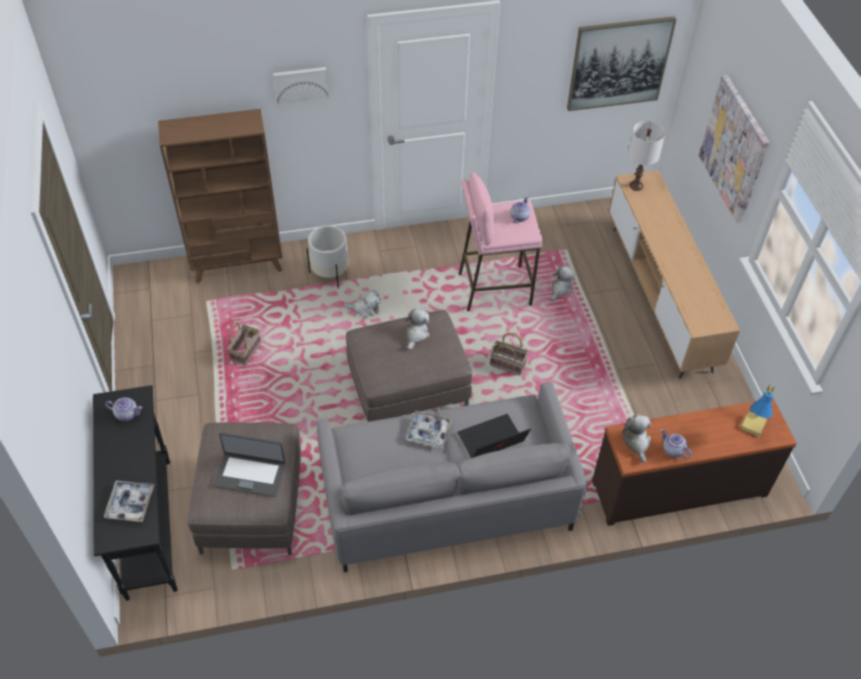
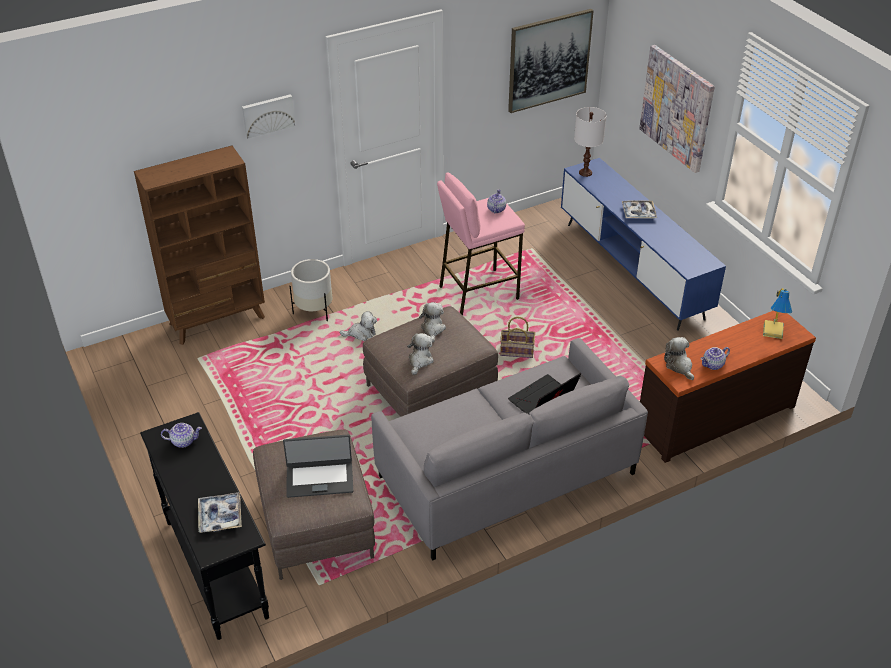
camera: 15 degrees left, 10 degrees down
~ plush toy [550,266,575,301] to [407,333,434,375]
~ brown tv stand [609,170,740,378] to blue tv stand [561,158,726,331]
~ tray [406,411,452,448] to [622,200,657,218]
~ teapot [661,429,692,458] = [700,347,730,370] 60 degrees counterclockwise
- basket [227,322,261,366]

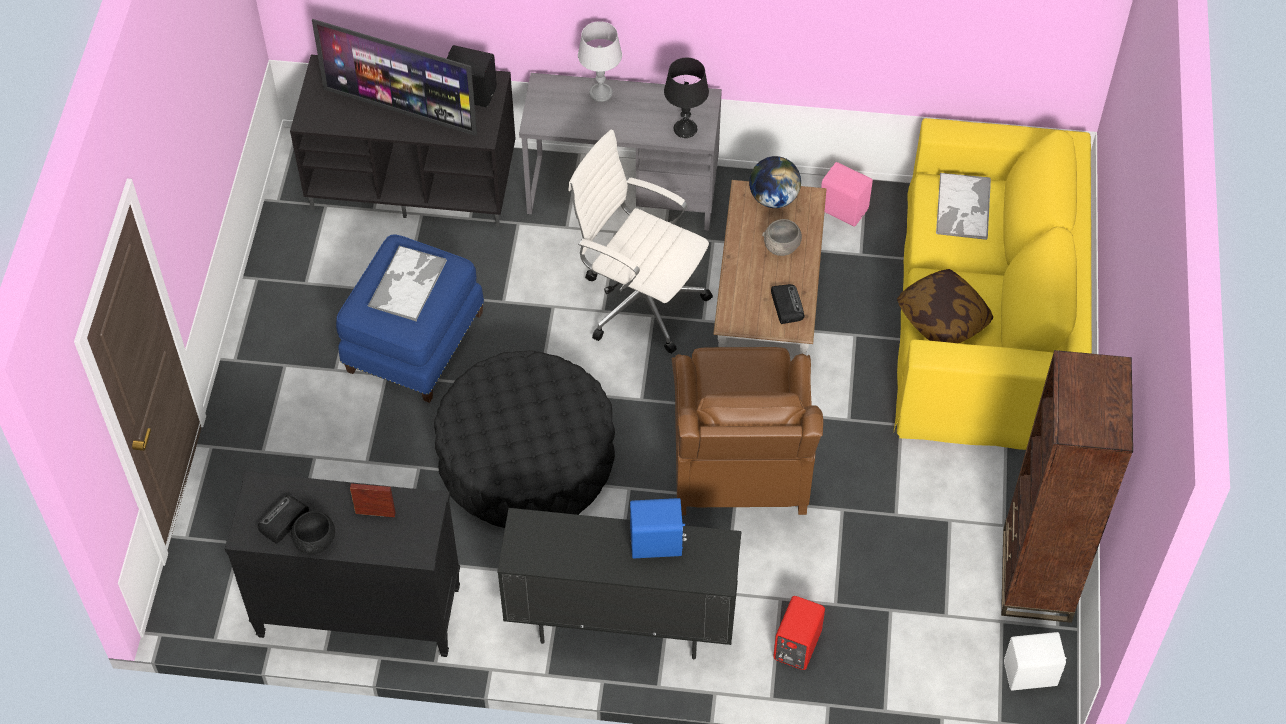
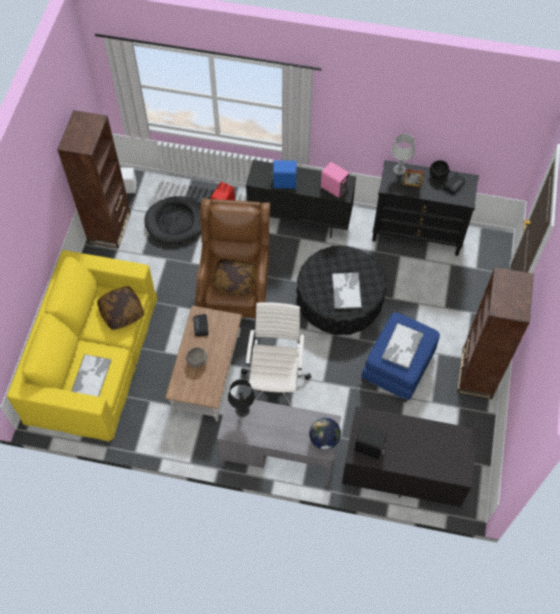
camera: 175 degrees left, 5 degrees up
+ black dog bed [144,196,201,245]
+ pillow [211,259,257,296]
~ white office chair [568,130,713,354] = [241,302,311,407] 120 degrees counterclockwise
~ globe [749,156,801,208] to [309,418,341,449]
~ pink speaker [821,162,873,227] to [321,162,350,198]
+ tray [332,272,362,309]
~ grey table lamp [578,21,622,102] to [391,134,415,175]
+ brown bookcase [457,267,534,399]
- television [312,19,477,136]

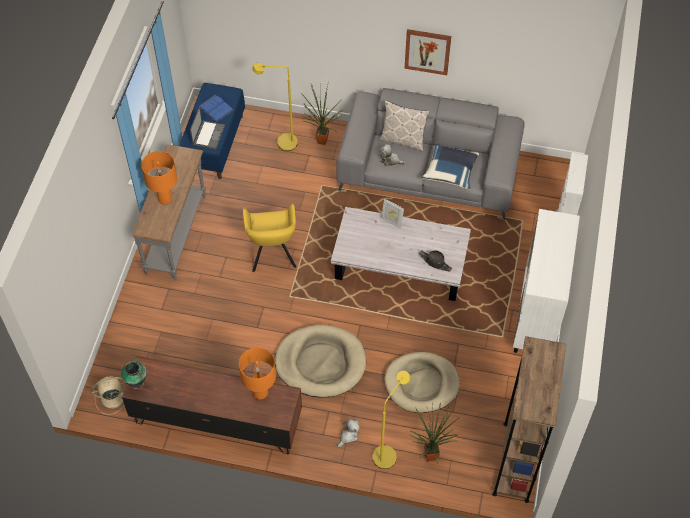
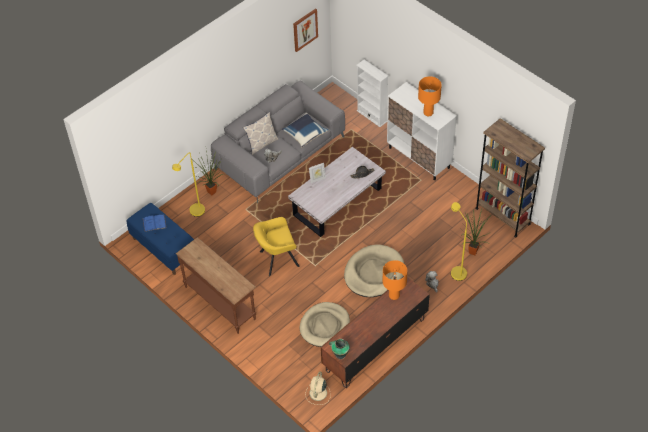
camera: 55 degrees left, 5 degrees down
~ grey console table [132,144,206,281] to brown console table [176,237,256,334]
~ yellow armchair [243,204,297,272] = [253,217,300,276] 135 degrees clockwise
~ picture [404,29,451,75] to [293,8,318,52]
~ beige dog bed [384,352,460,413] to [300,302,350,347]
~ orange table lamp [141,151,177,205] to [418,76,442,116]
- laptop [190,106,225,149]

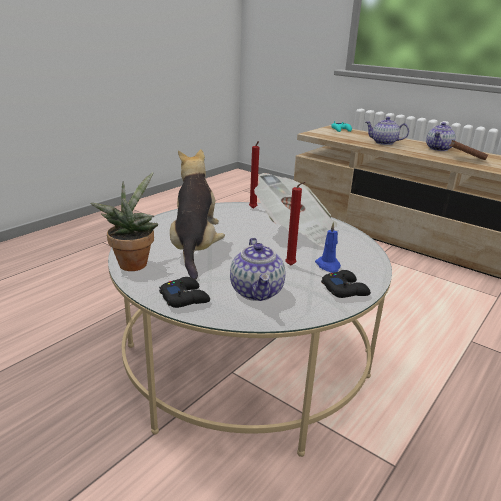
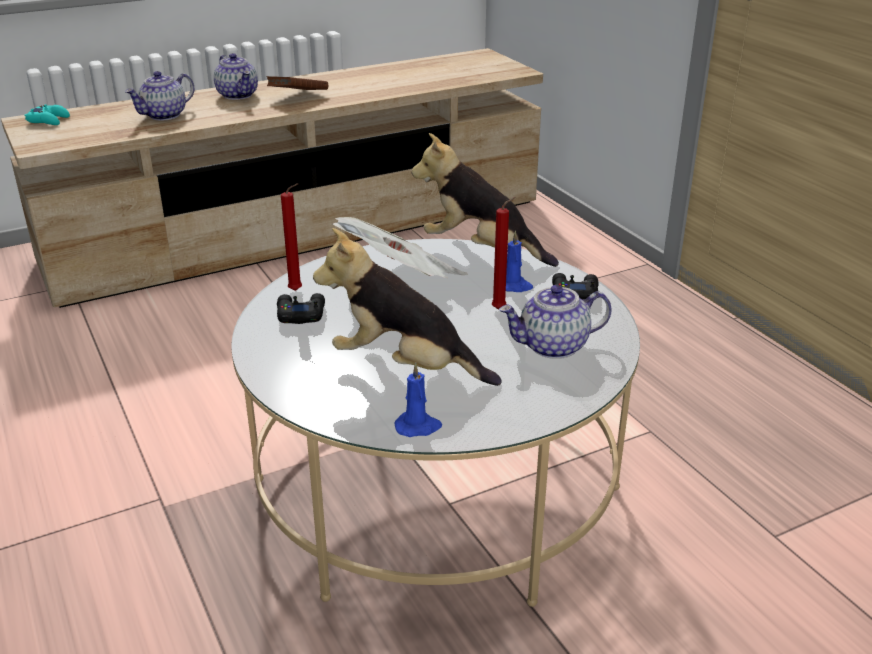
camera: 65 degrees left, 5 degrees up
~ black game controller [159,277,210,308] to [277,293,325,324]
~ potted plant [90,172,158,271] to blue candle [394,363,442,437]
+ plush toy [411,133,559,267]
~ teapot [230,238,285,301] = [499,285,612,359] 150 degrees clockwise

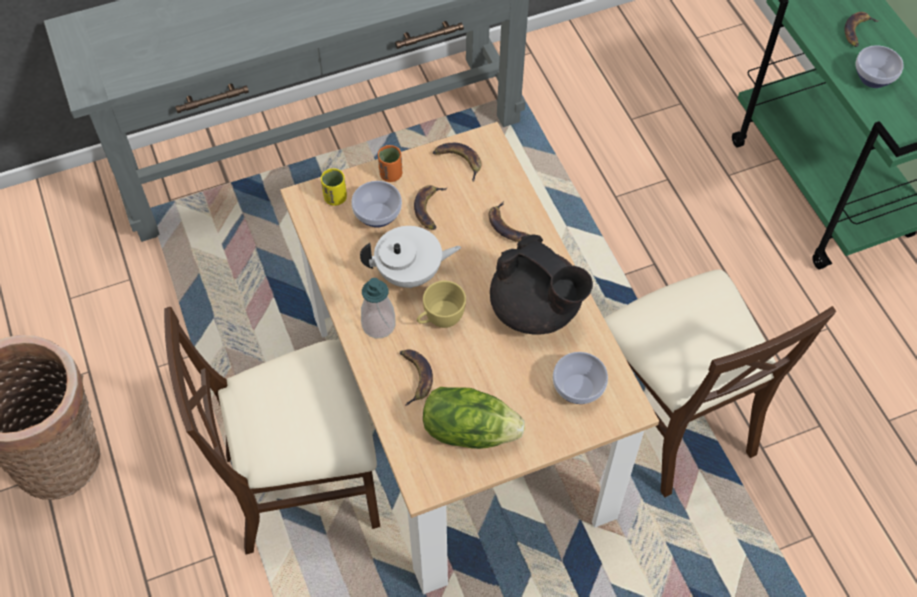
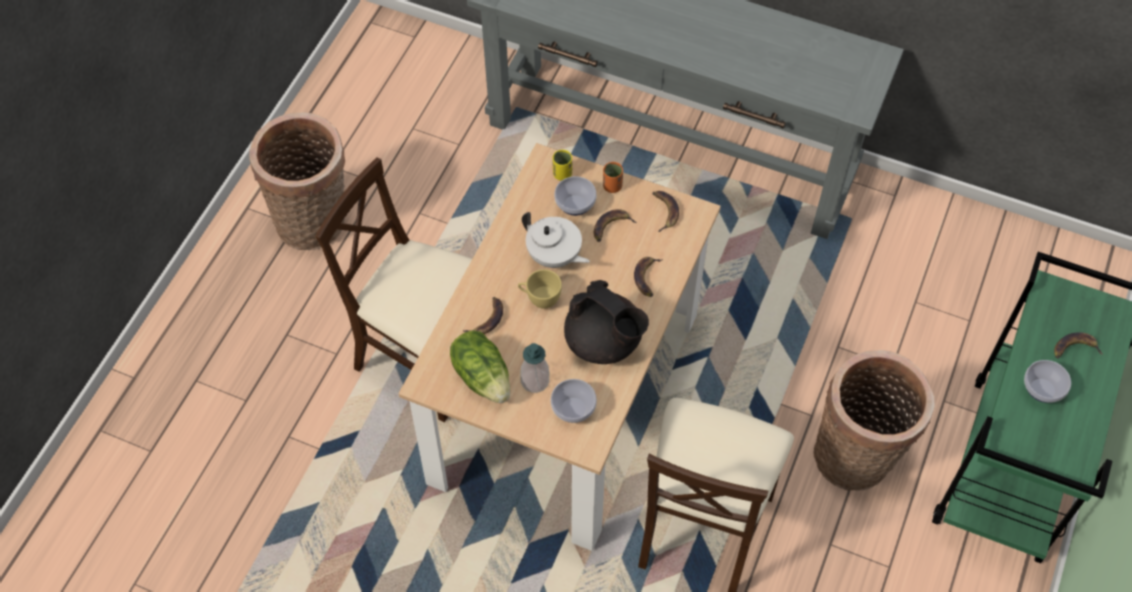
camera: 45 degrees right, 0 degrees up
~ soap dispenser [361,278,396,338] to [520,343,550,393]
~ black teapot [490,234,593,335] = [564,280,649,364] 45 degrees counterclockwise
+ basket [813,350,935,491]

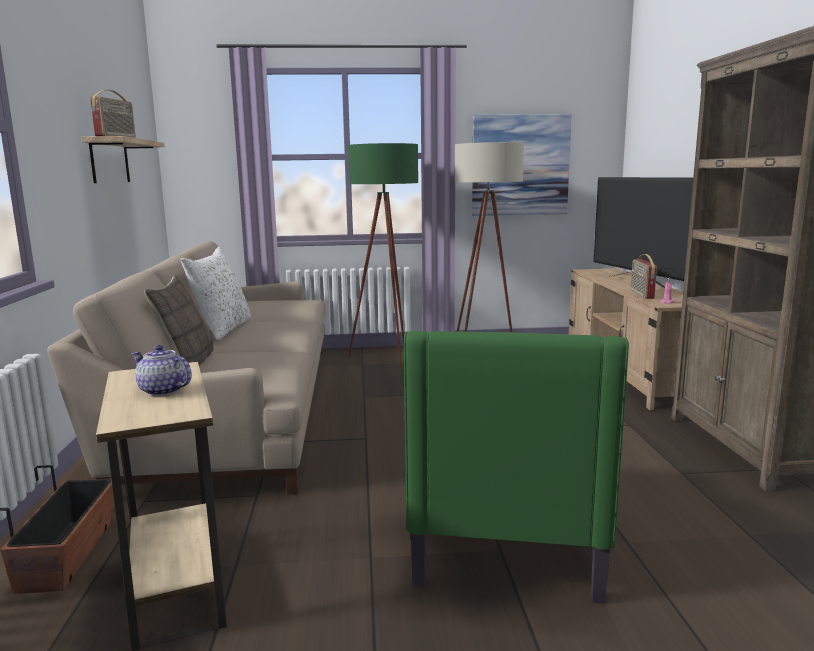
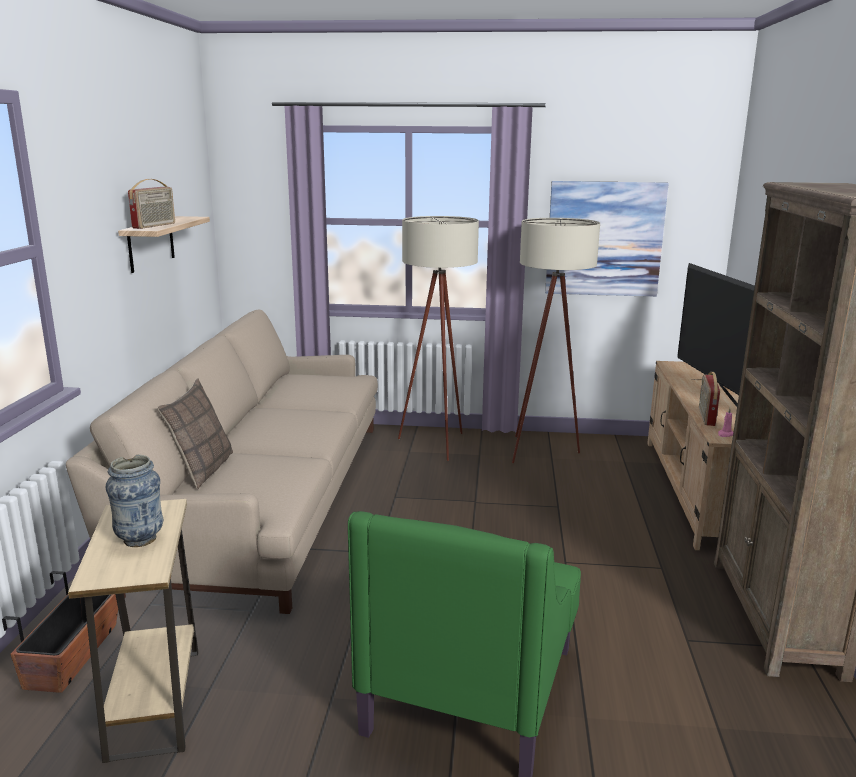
camera: 10 degrees right, 5 degrees up
~ teapot [132,345,192,396] to vase [106,455,164,547]
~ green floor lamp [348,143,418,368] to beige floor lamp [398,216,479,461]
- white pillow [181,247,251,340]

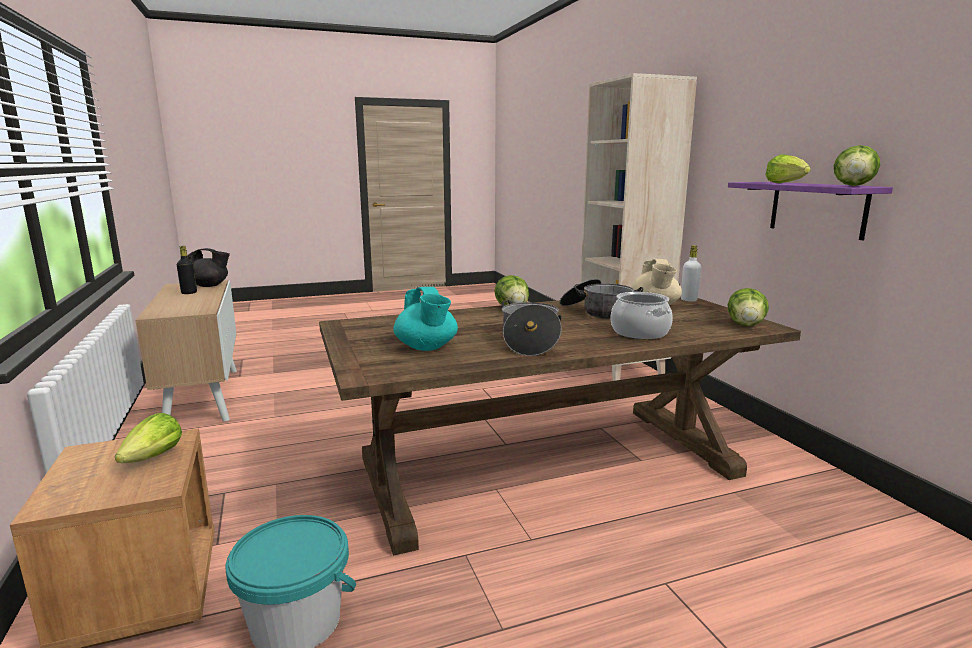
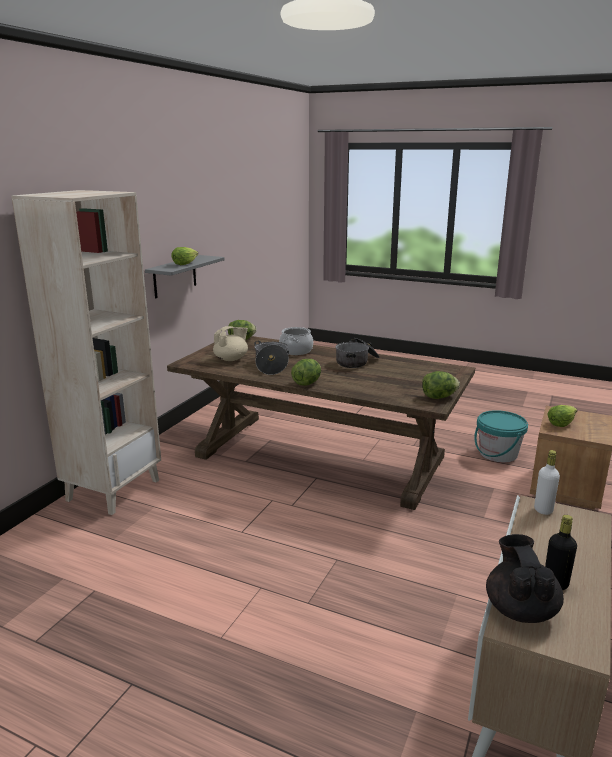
camera: 135 degrees left, 5 degrees up
~ purple shelf [728,182,893,240] to grey shelf [145,255,224,299]
~ lettuce [834,145,880,186] to [422,371,460,399]
~ black teapot [187,248,230,287] = [486,534,564,623] 45 degrees clockwise
~ white bottle [681,245,701,302] to [534,450,560,515]
- turquoise teapot [393,287,458,351]

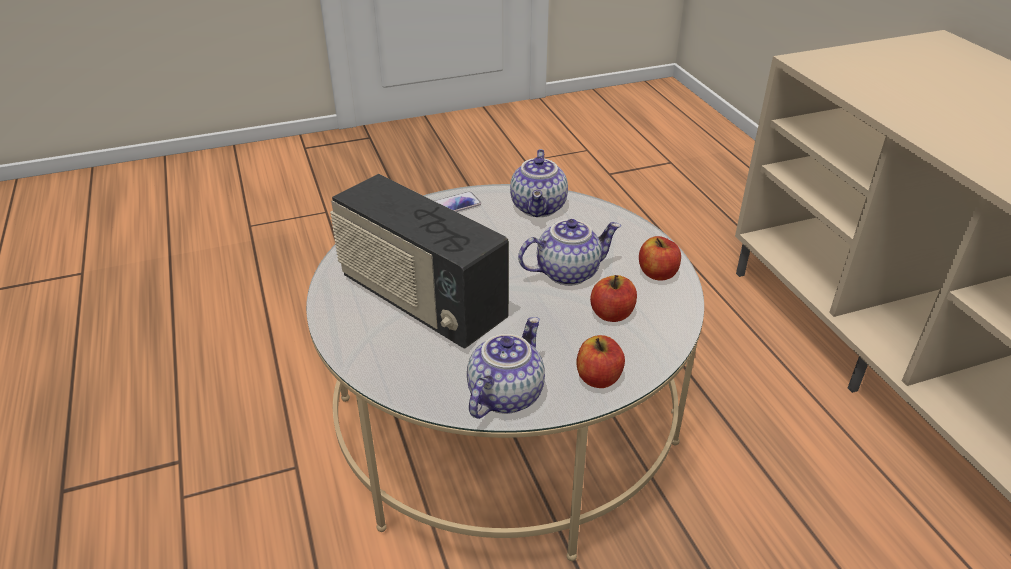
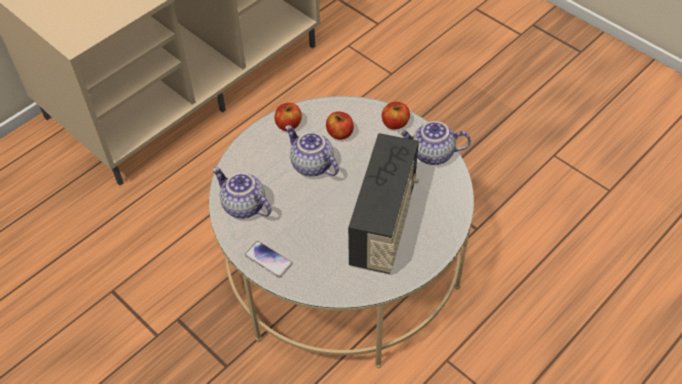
camera: 115 degrees left, 15 degrees up
~ teapot [510,149,568,217] = [212,167,271,218] 120 degrees counterclockwise

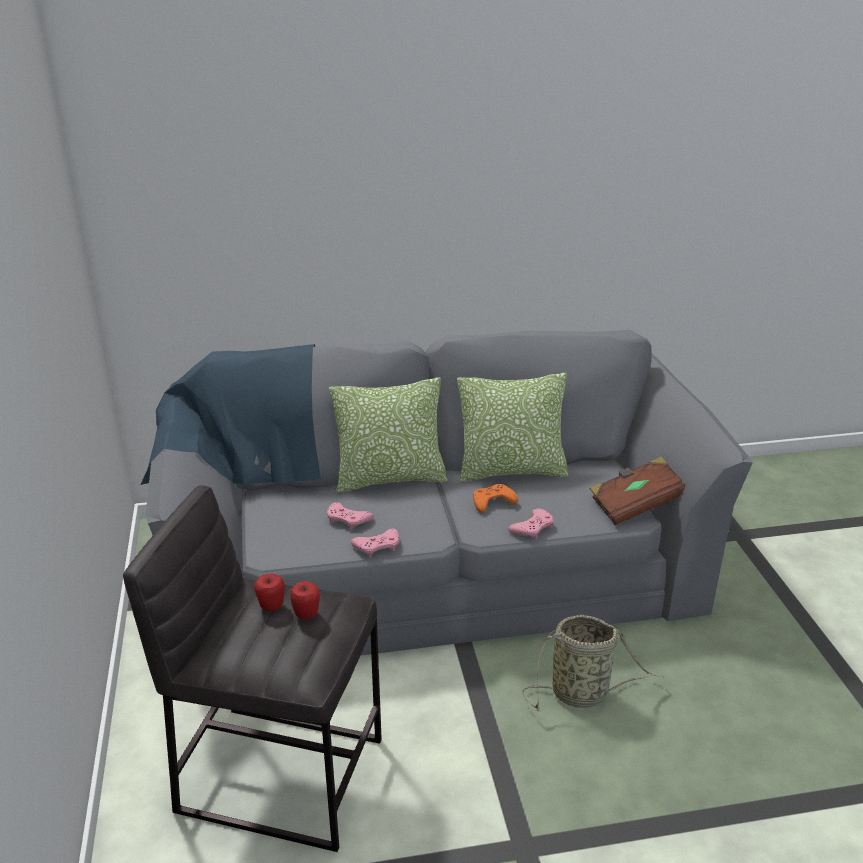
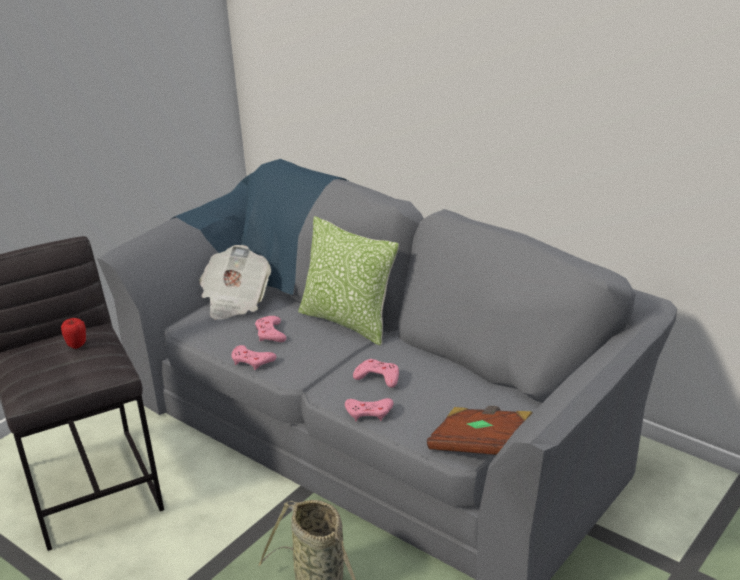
camera: 50 degrees right, 0 degrees up
+ newspaper [199,245,271,320]
~ orange game controller [473,484,518,512] to pink game controller [353,359,399,388]
- apple [290,581,320,620]
- pillow [457,373,569,482]

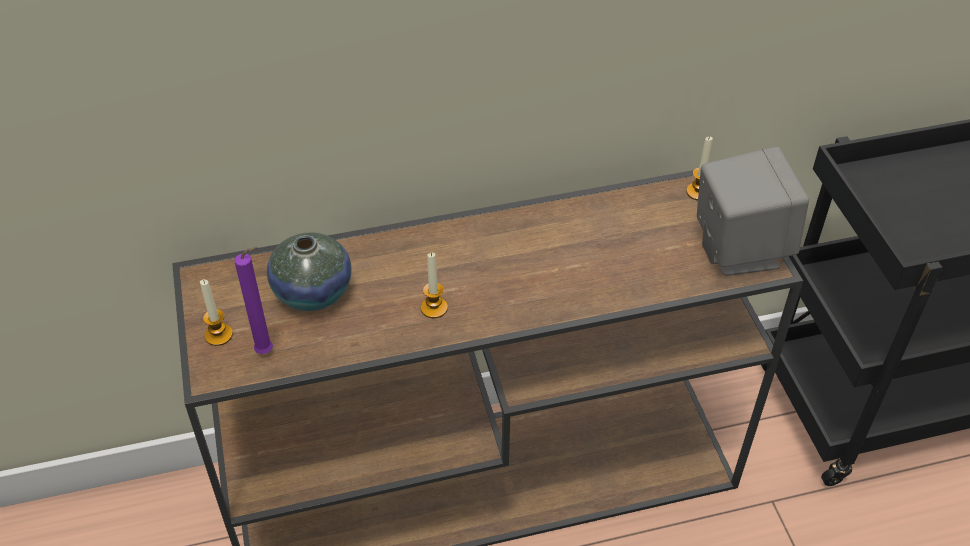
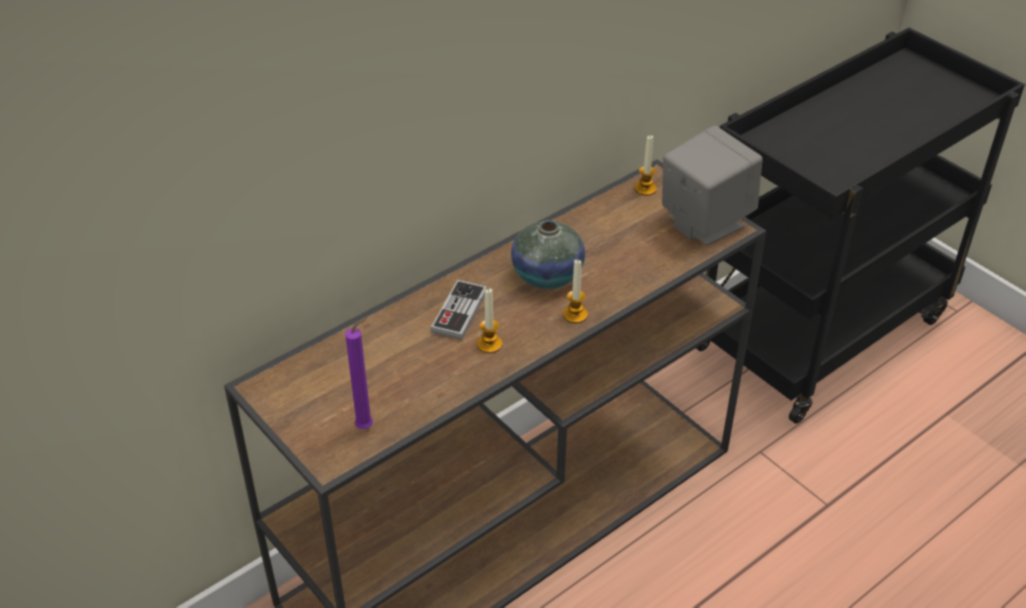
camera: 25 degrees left, 5 degrees down
+ game controller [430,280,488,340]
~ vase [267,232,351,311] to [511,220,585,289]
~ candle [200,280,233,346] to [563,260,588,323]

